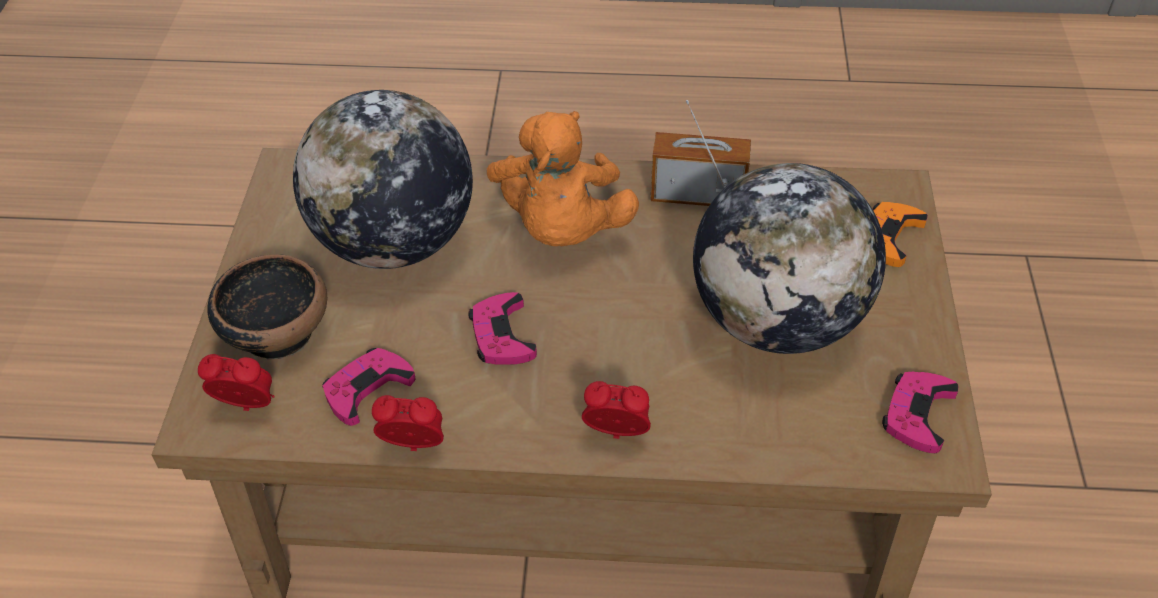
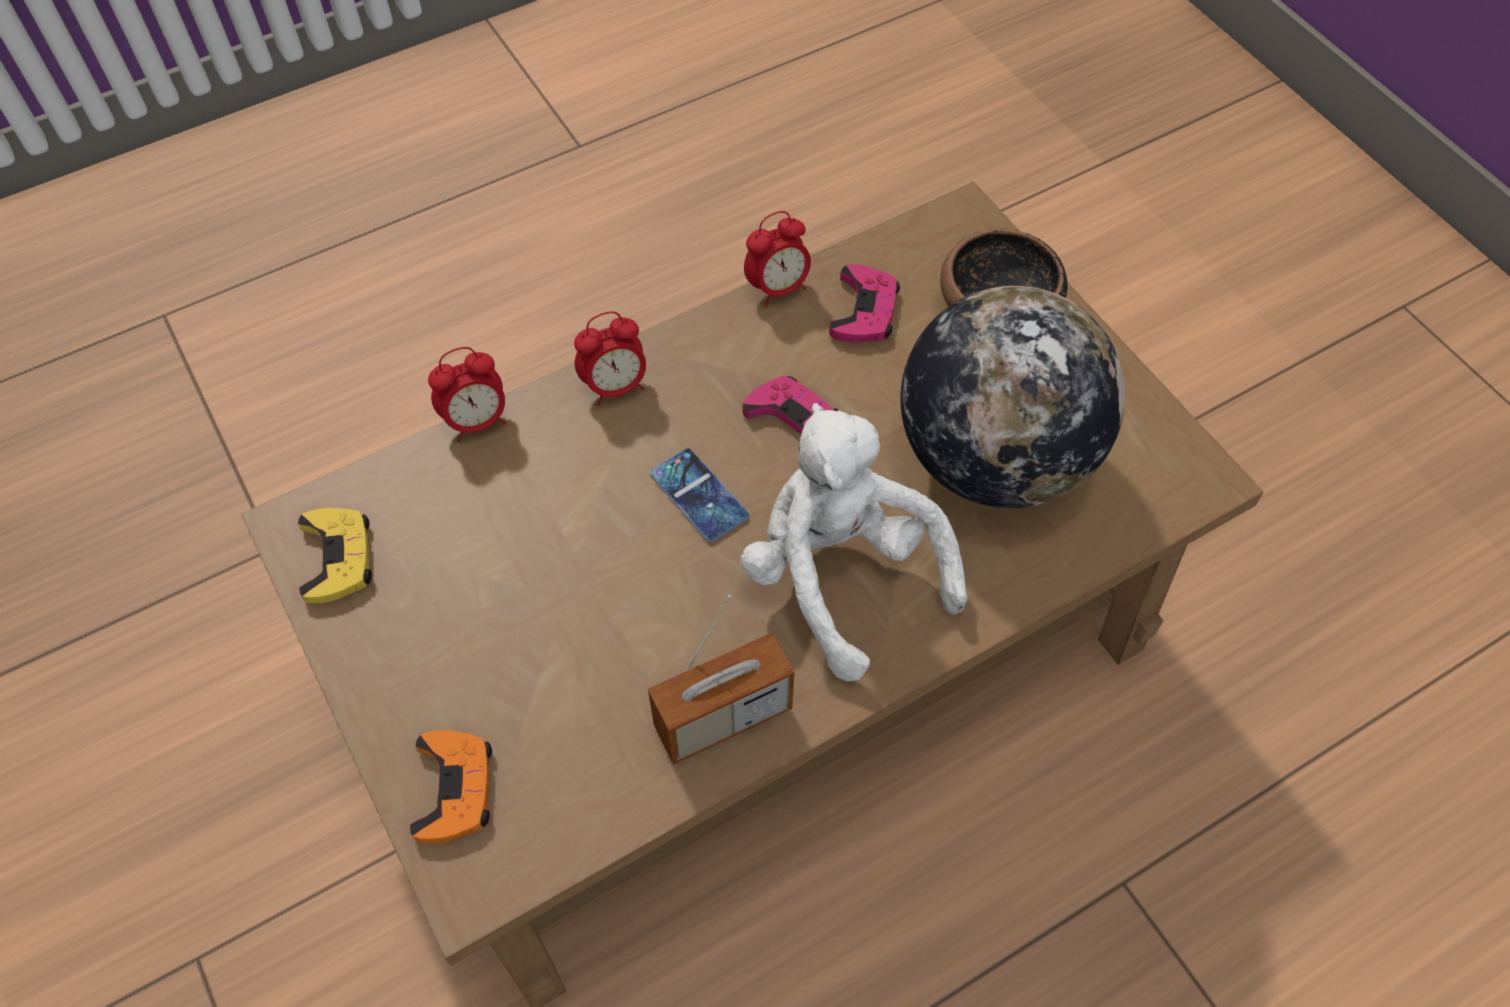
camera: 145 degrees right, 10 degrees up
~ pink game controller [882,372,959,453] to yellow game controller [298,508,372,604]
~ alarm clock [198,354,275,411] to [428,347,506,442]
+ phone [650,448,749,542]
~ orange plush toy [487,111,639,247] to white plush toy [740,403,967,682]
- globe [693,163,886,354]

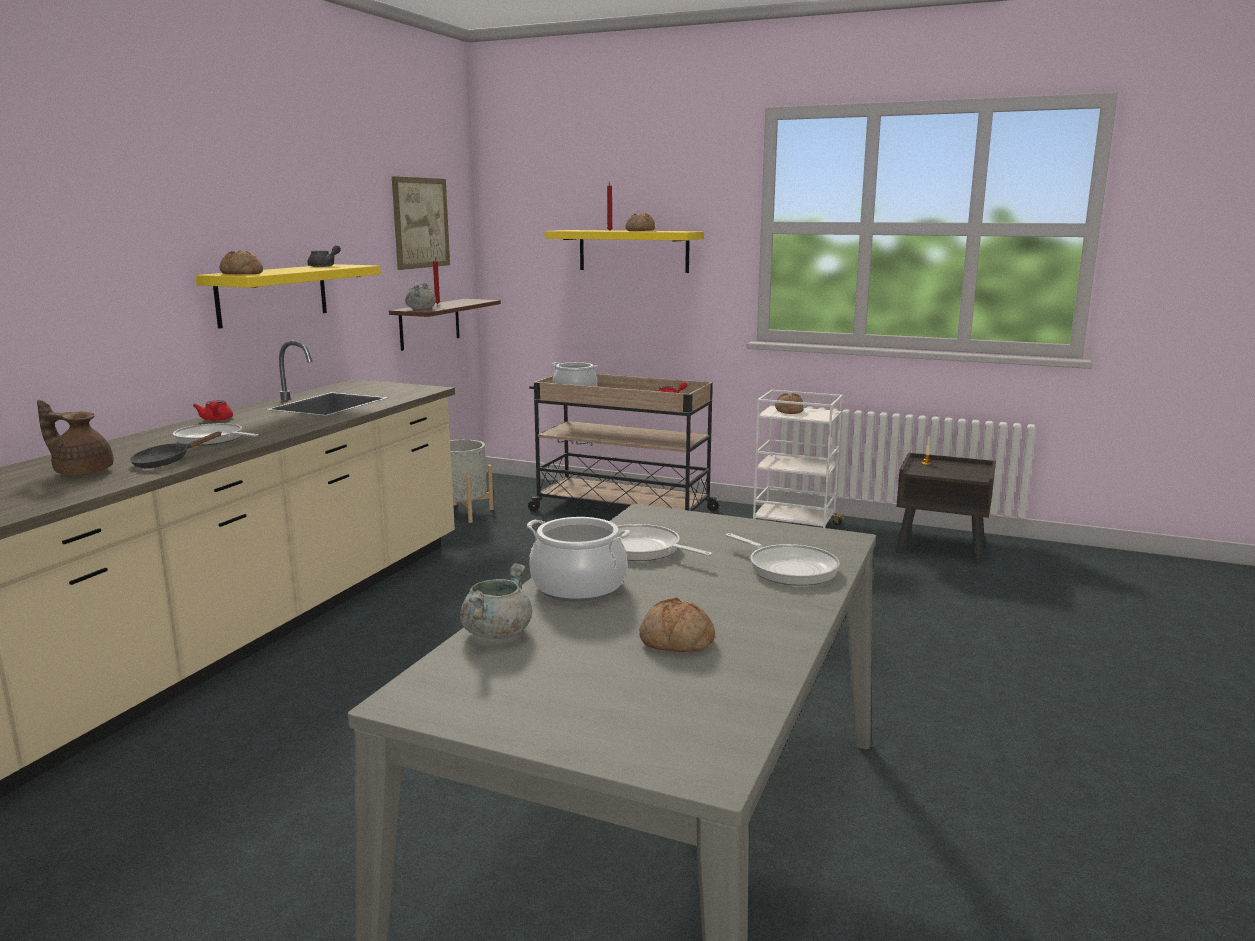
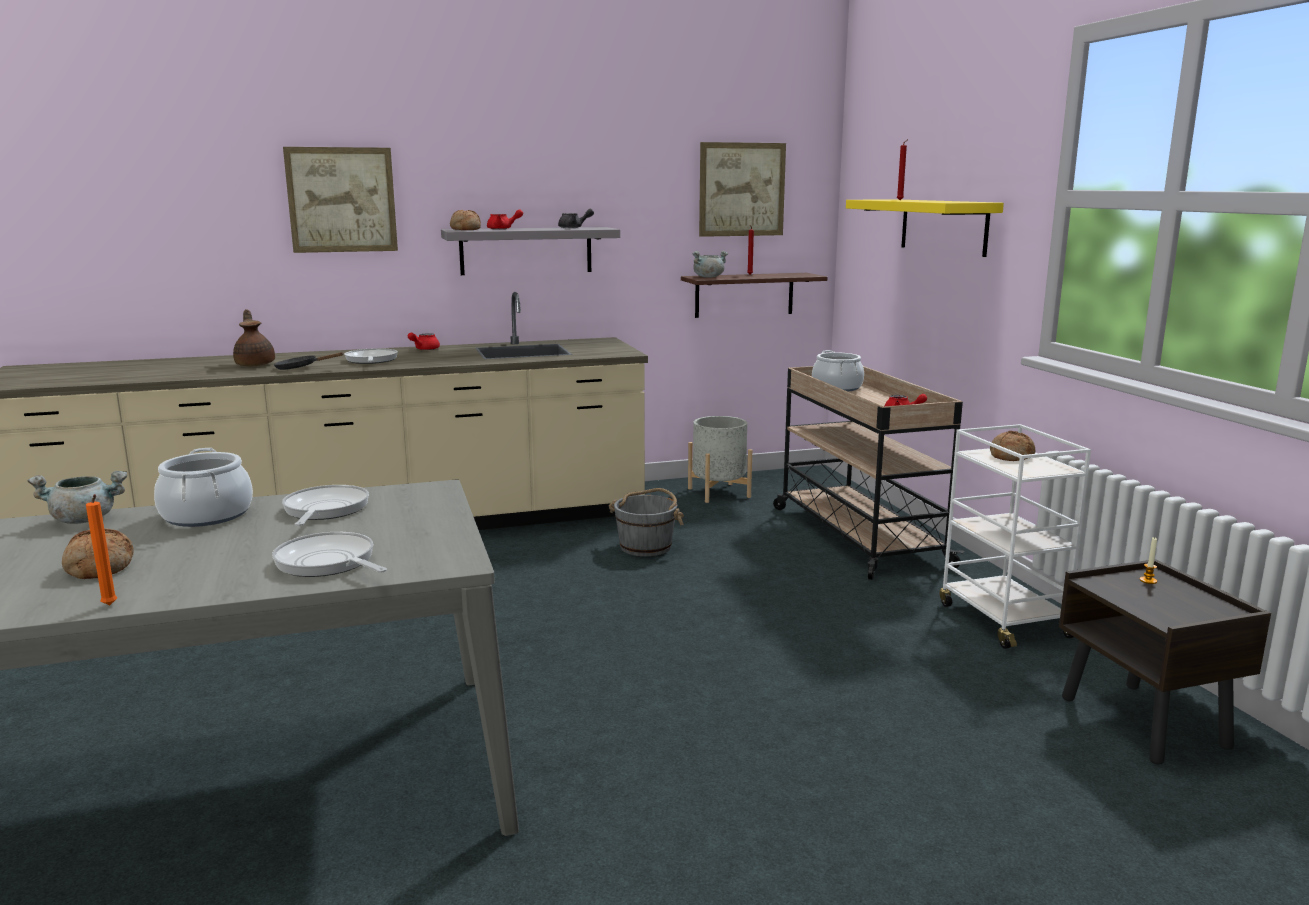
camera: 50 degrees right, 0 degrees up
+ orange candle [86,494,117,605]
~ frying pan [726,533,840,586] = [272,532,387,577] 120 degrees clockwise
+ picture [283,147,398,253]
~ yellow shelf [196,264,381,329] to grey shelf [441,227,620,275]
+ red teapot [487,209,523,229]
+ grey bucket [609,488,684,557]
- bread [626,213,655,231]

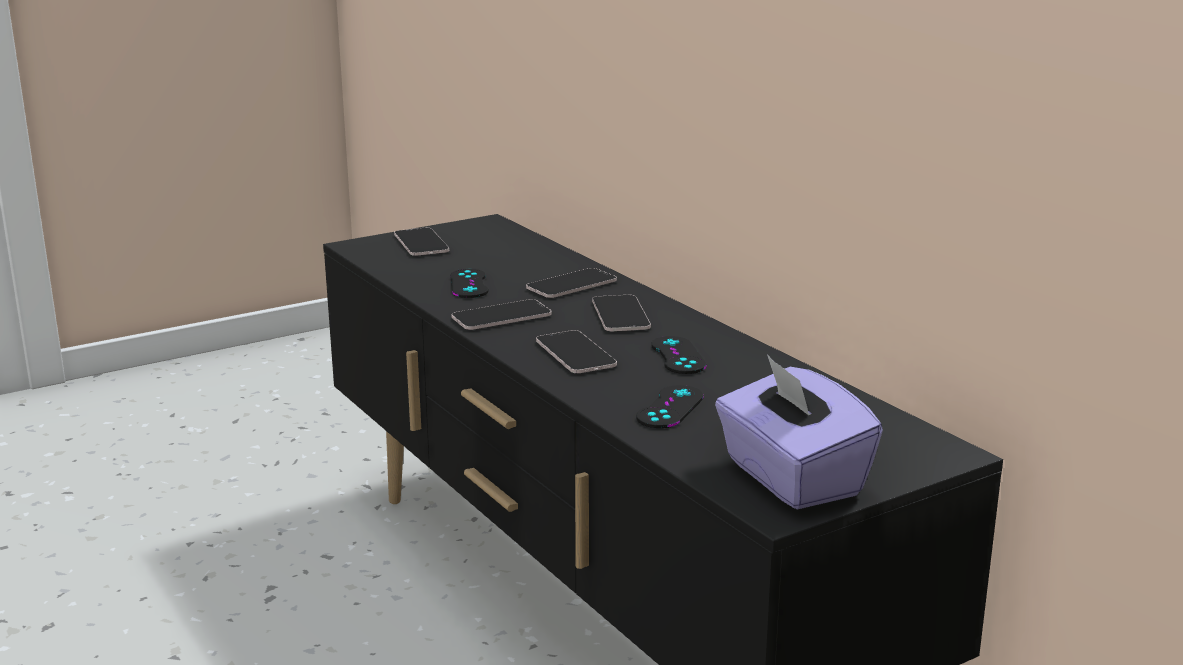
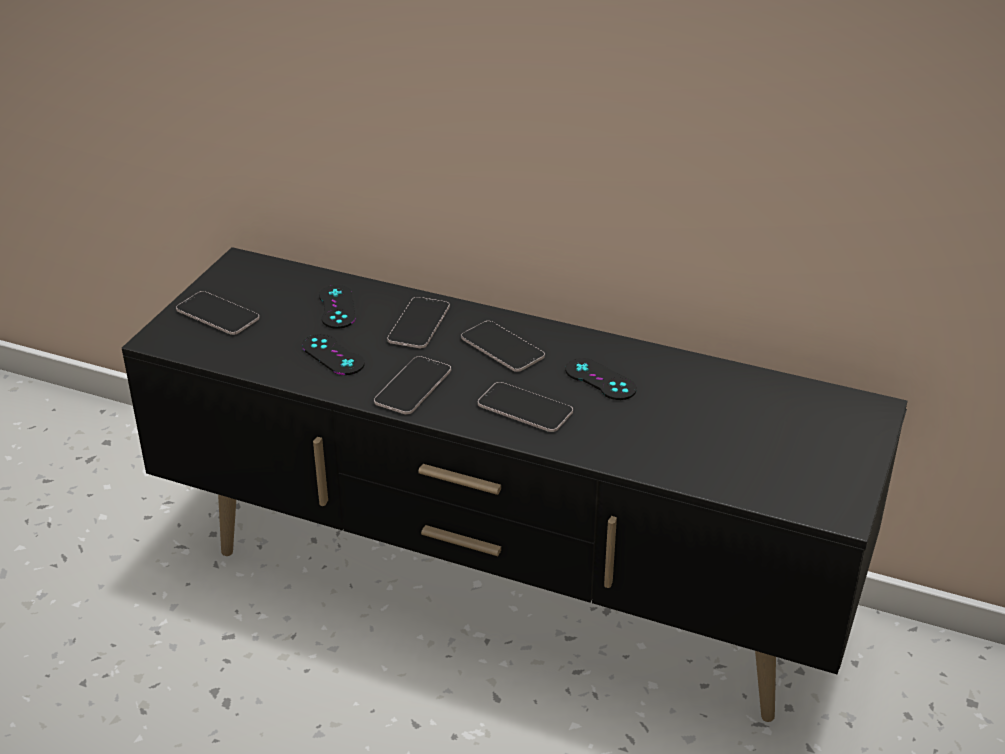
camera: 35 degrees left, 15 degrees up
~ black game controller [636,385,704,428] to [319,285,356,329]
- purple tissue box [715,355,883,510]

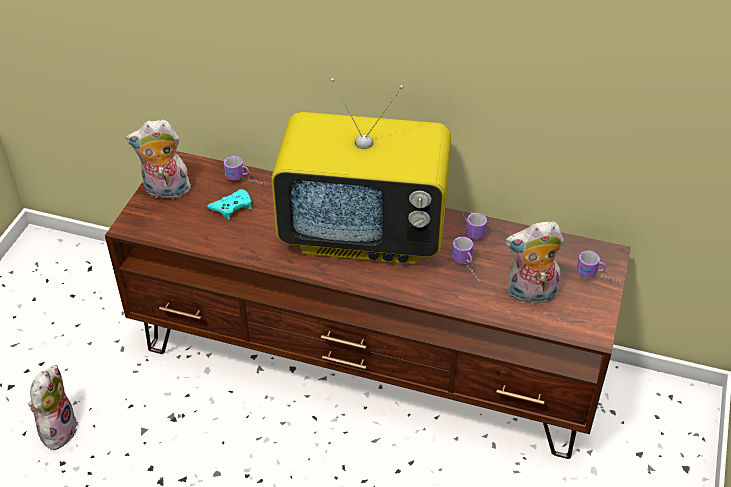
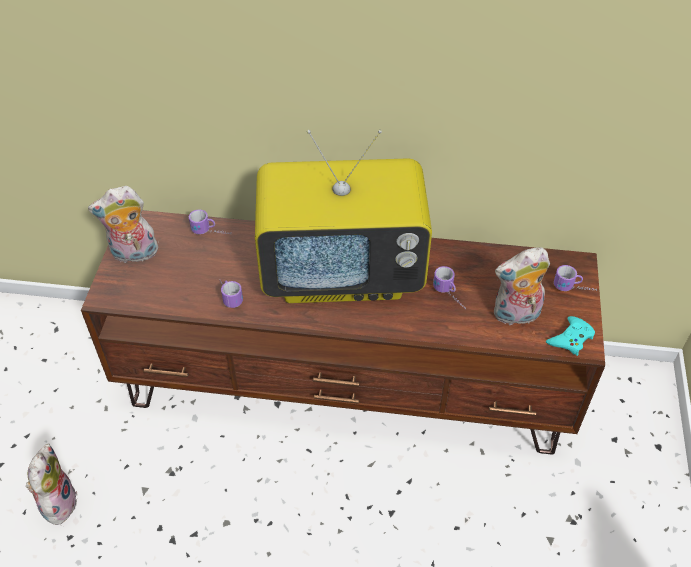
camera: 10 degrees left, 5 degrees up
~ mug [462,212,487,239] to [220,280,243,308]
~ turquoise game controller [207,189,251,220] to [546,316,595,356]

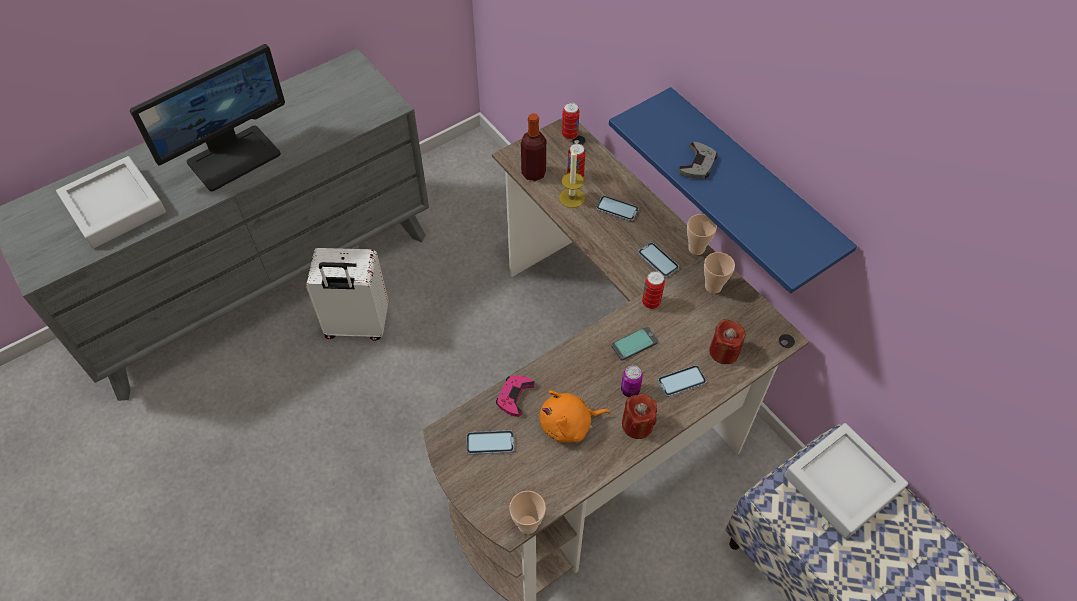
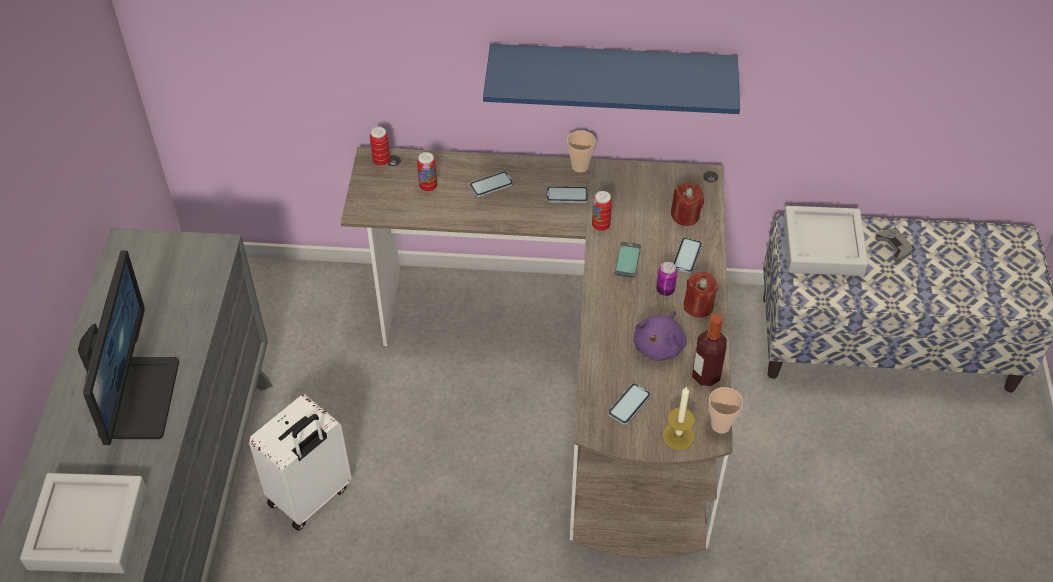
camera: 50 degrees left, 5 degrees down
~ orange plush toy [540,390,610,443] to purple plush toy [633,311,687,361]
~ candle [559,148,585,208] to [662,386,695,450]
~ bottle [521,113,546,181] to [692,313,727,386]
~ grey game controller [678,142,717,179] to [875,229,914,261]
- pink game controller [496,375,535,417]
- cup [704,252,735,294]

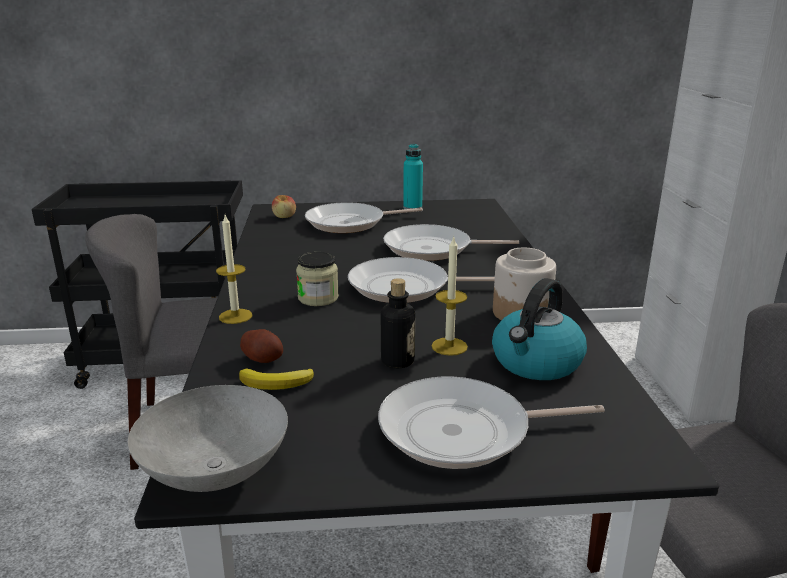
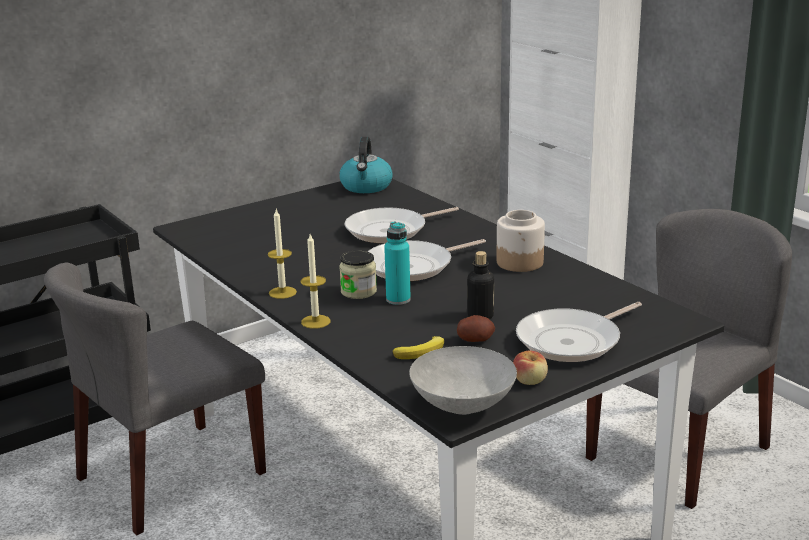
camera: 30 degrees left, 0 degrees up
~ candle [431,236,468,356] to [268,209,297,299]
~ kettle [492,278,587,380] to [339,137,393,193]
~ turquoise bottle [403,144,423,209] to [384,221,411,305]
~ potato [240,329,283,363] to [457,315,495,342]
~ apple [272,195,296,218] to [513,351,548,385]
- frying pan [305,202,423,233]

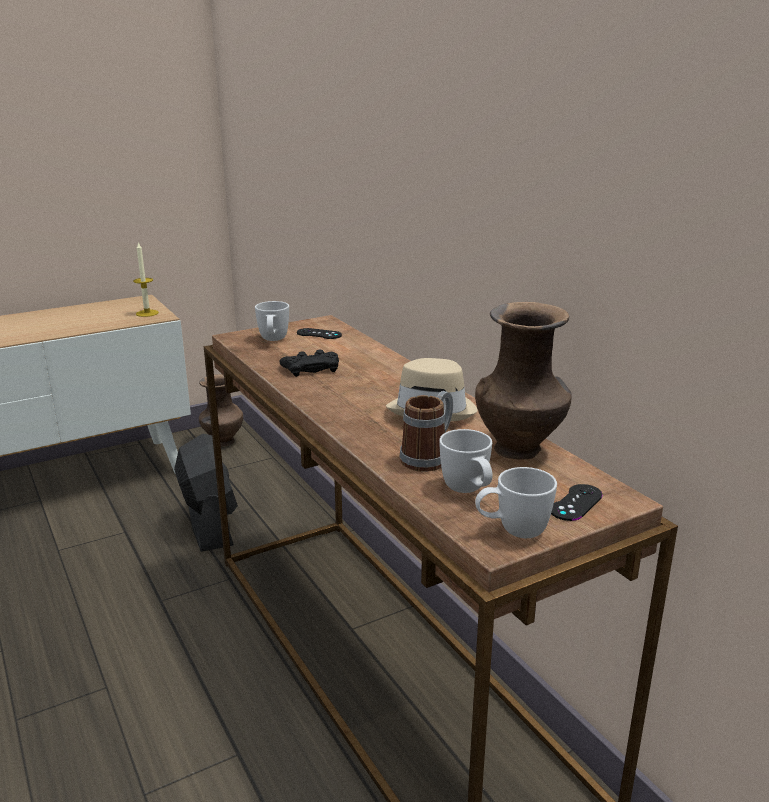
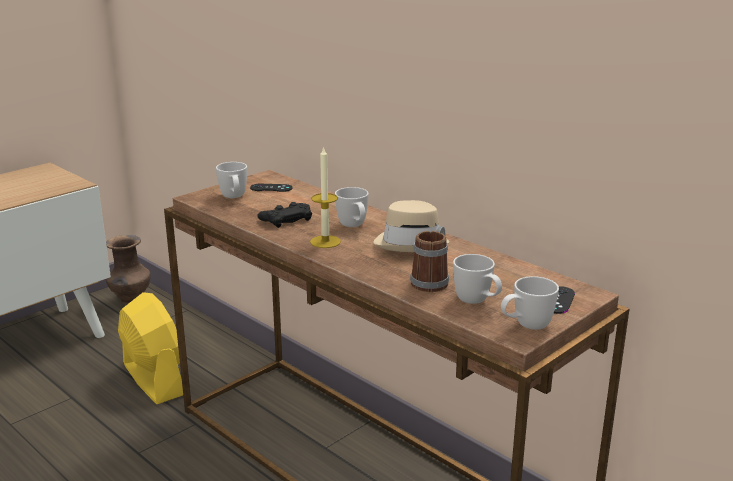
camera: 15 degrees left, 0 degrees up
~ black fan [174,434,238,552] to yellow fan [118,292,183,404]
~ candle [133,242,159,317] to [310,146,341,248]
+ white mug [335,187,369,227]
- brown vase [475,302,572,460]

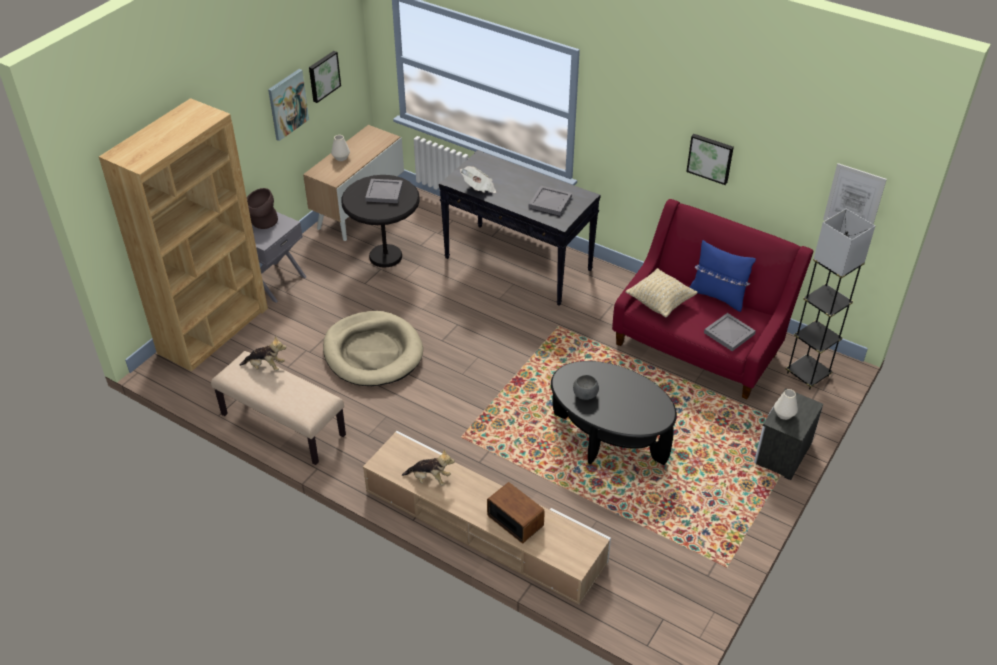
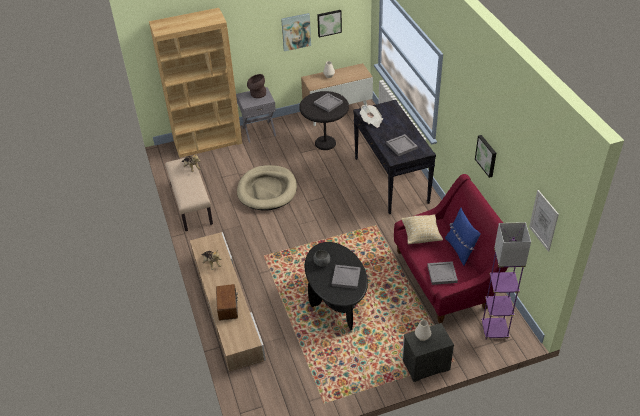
camera: 40 degrees right, 0 degrees up
+ grey tray [332,265,361,289]
~ grey floor lamp [786,209,875,389] to purple floor lamp [481,222,531,340]

